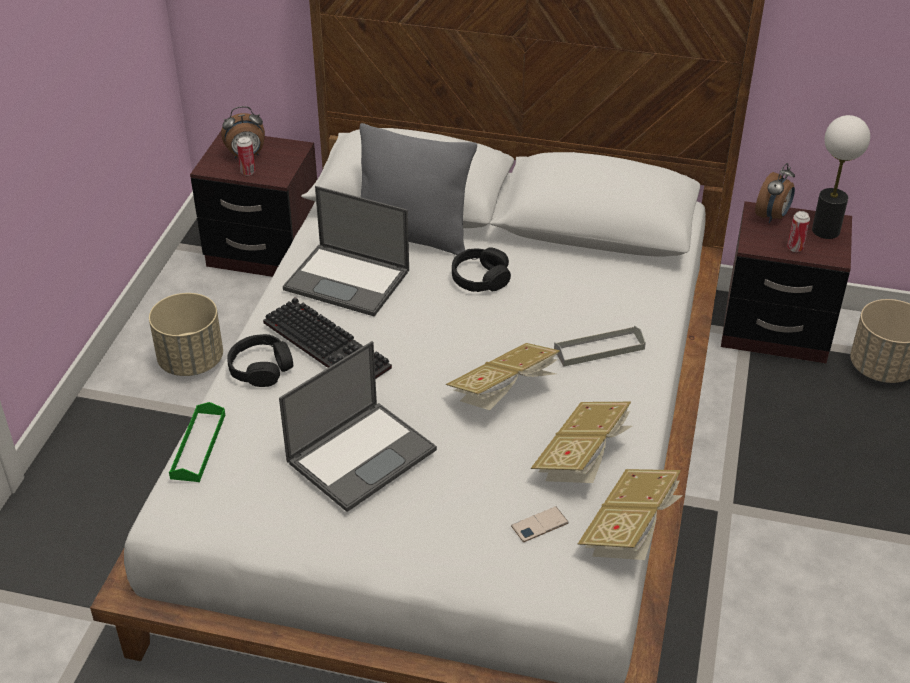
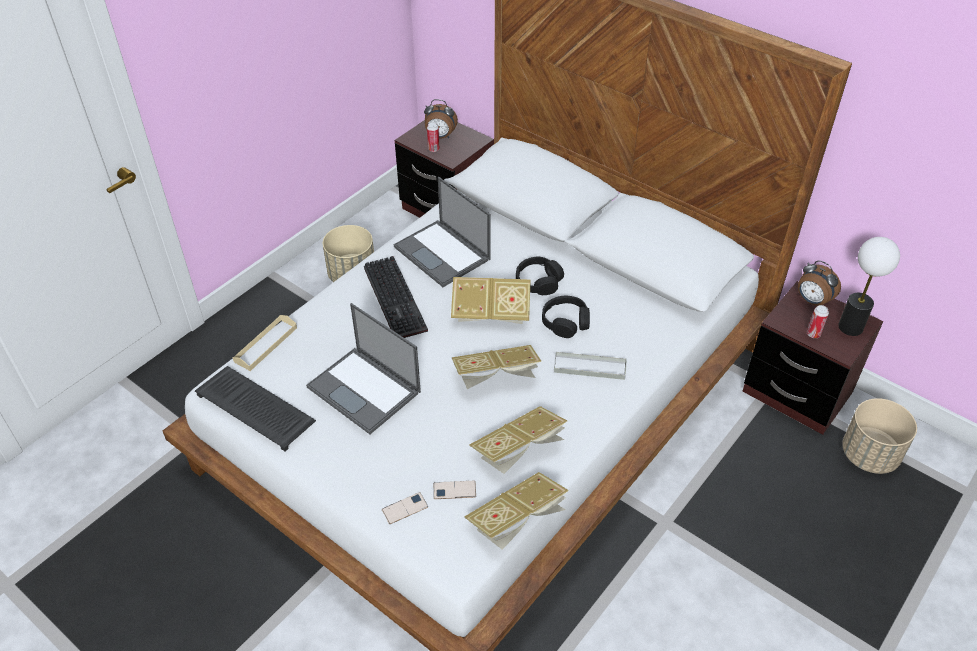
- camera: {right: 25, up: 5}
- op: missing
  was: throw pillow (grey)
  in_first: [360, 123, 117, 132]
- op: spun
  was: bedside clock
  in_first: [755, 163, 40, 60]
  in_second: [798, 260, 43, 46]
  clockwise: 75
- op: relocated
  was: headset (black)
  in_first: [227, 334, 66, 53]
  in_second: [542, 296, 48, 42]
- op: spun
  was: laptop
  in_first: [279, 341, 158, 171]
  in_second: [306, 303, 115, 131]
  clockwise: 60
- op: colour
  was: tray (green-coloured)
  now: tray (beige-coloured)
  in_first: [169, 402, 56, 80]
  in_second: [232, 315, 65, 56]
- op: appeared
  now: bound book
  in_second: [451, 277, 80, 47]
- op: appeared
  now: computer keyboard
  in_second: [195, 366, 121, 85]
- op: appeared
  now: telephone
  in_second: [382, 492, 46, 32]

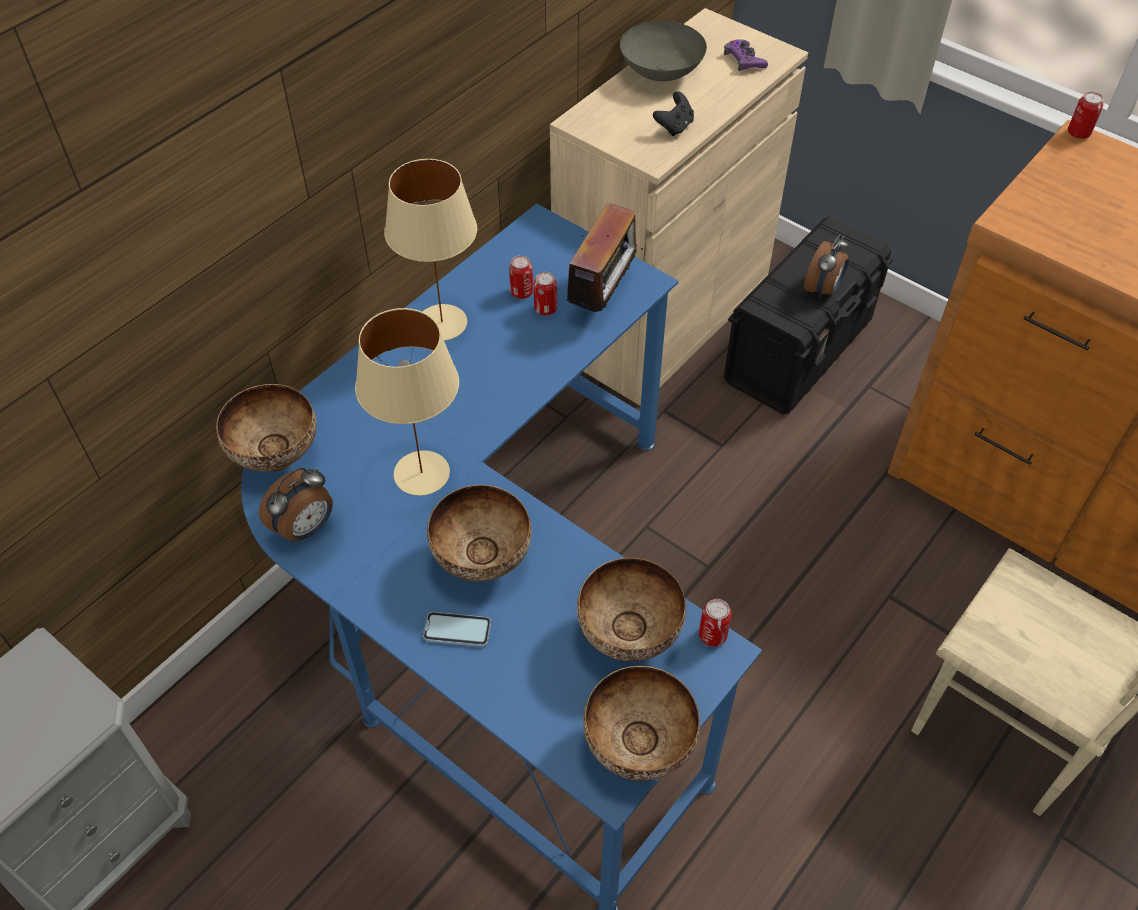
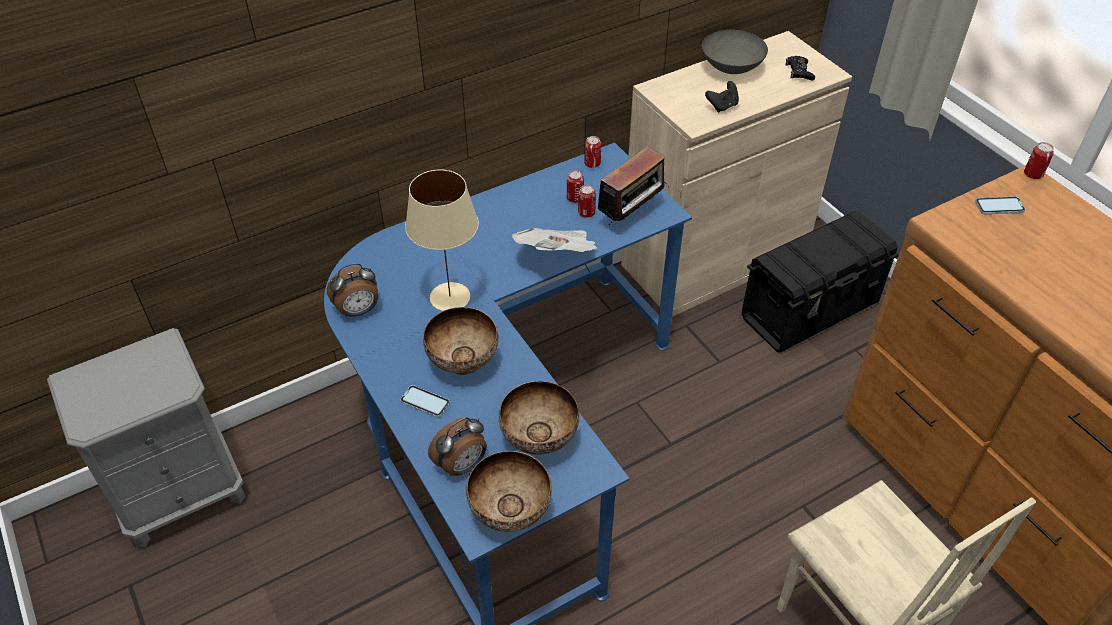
- camera: {right: 20, up: -5}
- op: colour
  was: gamepad (purple)
  now: gamepad (black)
  in_first: [724, 39, 44, 32]
  in_second: [785, 56, 30, 25]
- op: missing
  was: table lamp (beige-coloured)
  in_first: [384, 159, 93, 182]
- op: relocated
  was: bedside clock
  in_first: [804, 234, 45, 64]
  in_second: [428, 417, 59, 59]
- op: missing
  was: bowl
  in_first: [216, 384, 101, 87]
- op: relocated
  was: sealed can
  in_first: [699, 599, 33, 48]
  in_second: [584, 136, 17, 32]
- op: appeared
  now: telephone
  in_second: [975, 196, 50, 18]
- op: appeared
  now: daily paper
  in_second: [512, 228, 86, 24]

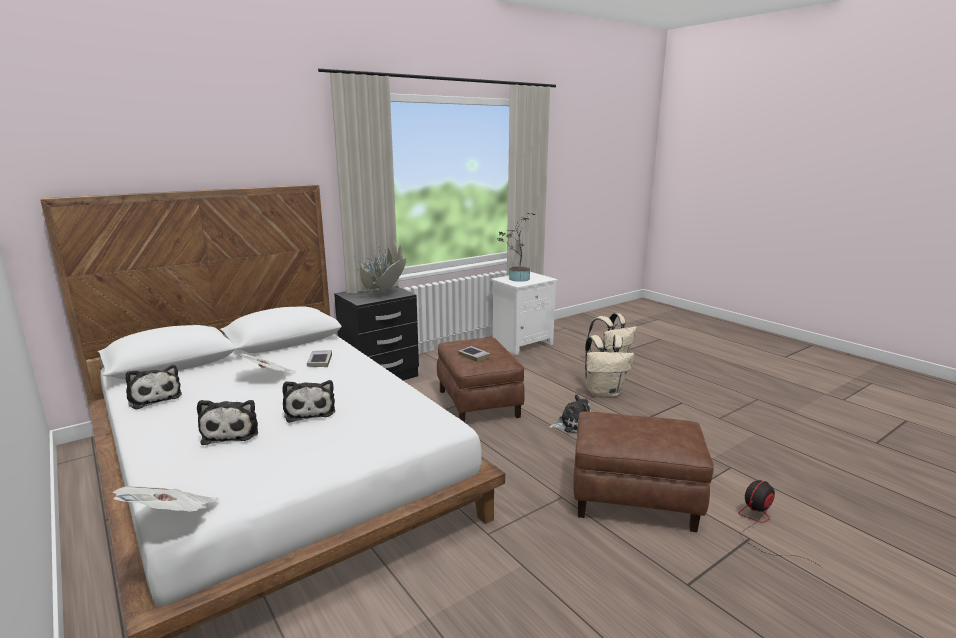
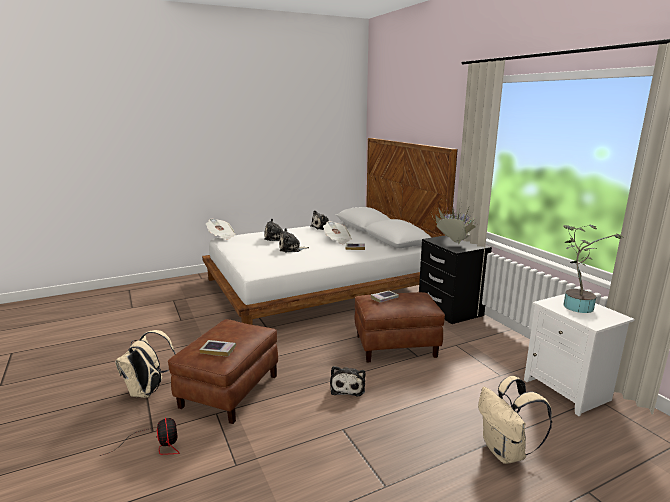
- camera: {right: 100, up: 0}
- op: relocated
  was: backpack (beige-coloured)
  in_first: [585, 335, 49, 62]
  in_second: [115, 330, 61, 68]
- op: appeared
  now: bound book
  in_second: [200, 340, 36, 17]

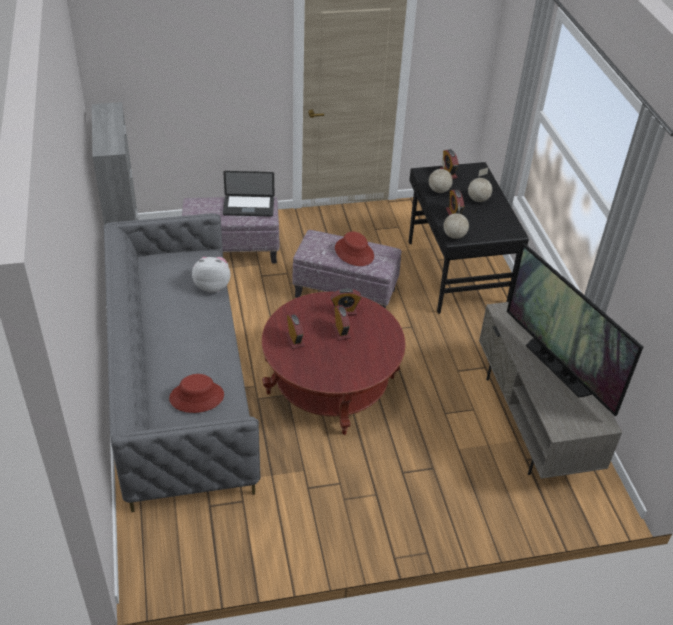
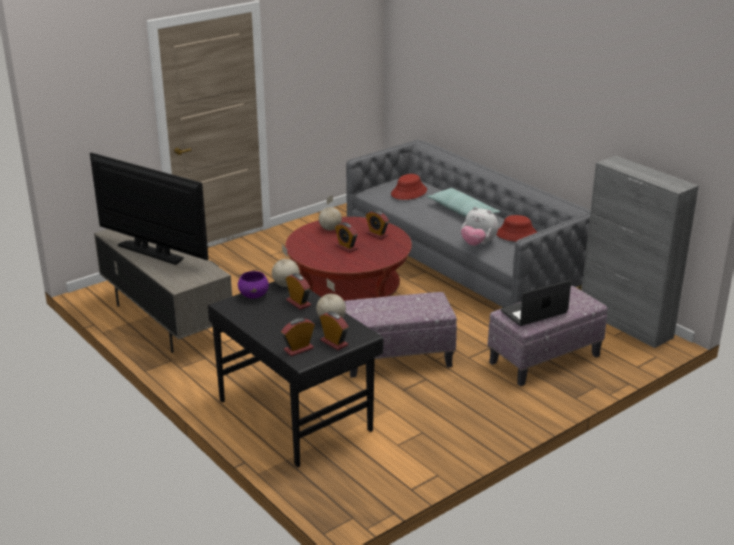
- camera: {right: 155, up: -15}
- op: relocated
  was: globe
  in_first: [468, 168, 24, 34]
  in_second: [319, 195, 23, 36]
- op: relocated
  was: hat (red)
  in_first: [335, 232, 39, 34]
  in_second: [496, 215, 41, 27]
- op: spun
  was: plush toy
  in_first: [192, 257, 39, 35]
  in_second: [461, 207, 37, 39]
  clockwise: 60
- op: relocated
  was: bedside clock
  in_first: [331, 288, 30, 28]
  in_second: [281, 318, 34, 38]
- op: appeared
  now: throw pillow
  in_second: [427, 188, 73, 29]
- op: appeared
  now: bowl (purple)
  in_second: [238, 271, 31, 28]

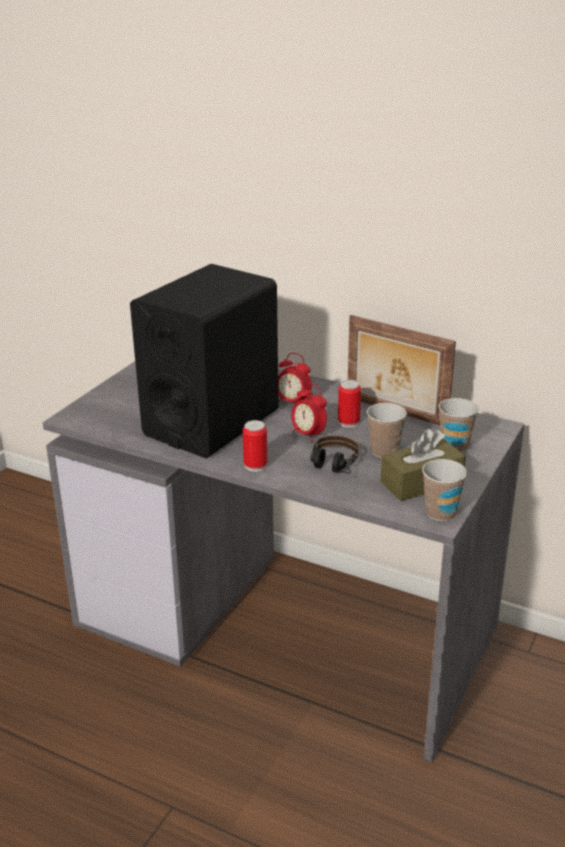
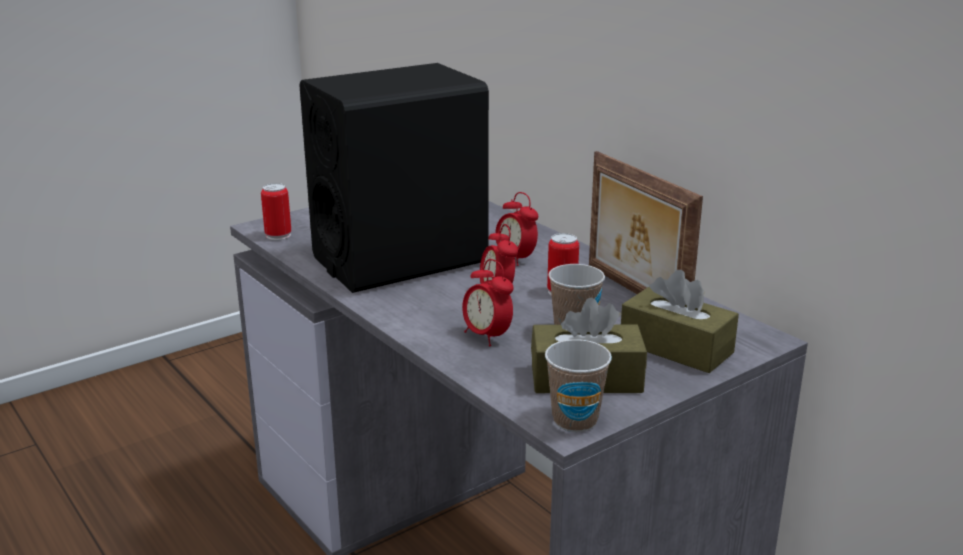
- camera: {right: 25, up: -5}
- op: exchanged
  was: drinking cup
  now: box of tissues (brown-coloured)
  in_first: [439, 398, 40, 55]
  in_second: [621, 270, 118, 103]
- op: relocated
  was: sealed can
  in_first: [243, 420, 24, 52]
  in_second: [261, 183, 30, 57]
- op: exchanged
  was: headset
  now: bedside clock
  in_first: [310, 436, 49, 38]
  in_second: [462, 259, 52, 87]

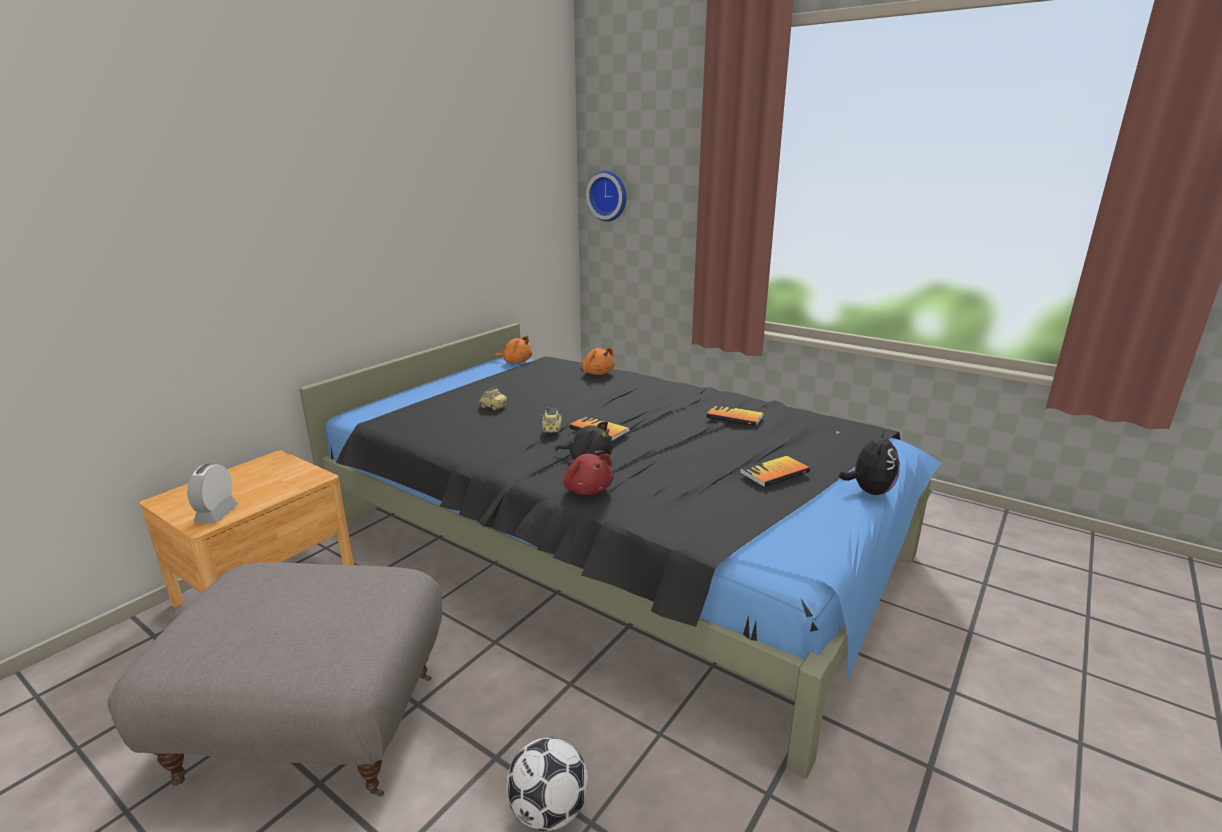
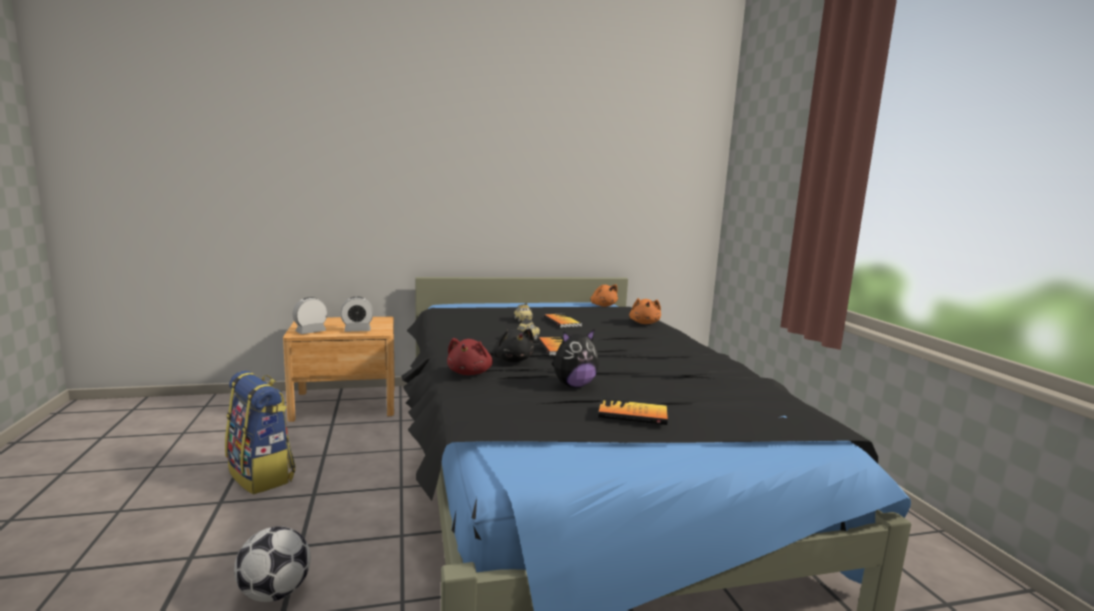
- camera: {right: 40, up: -10}
- op: missing
  was: clock on the wall
  in_first: [586, 170, 41, 52]
- op: relocated
  was: bound book
  in_first: [706, 404, 58, 22]
  in_second: [544, 313, 38, 15]
- op: relocated
  was: plush toy
  in_first: [839, 430, 61, 65]
  in_second: [551, 329, 48, 59]
- op: exchanged
  was: ottoman (grey)
  now: backpack
  in_first: [108, 562, 334, 235]
  in_second: [225, 371, 71, 124]
- op: appeared
  now: bedside clock
  in_second: [340, 297, 33, 35]

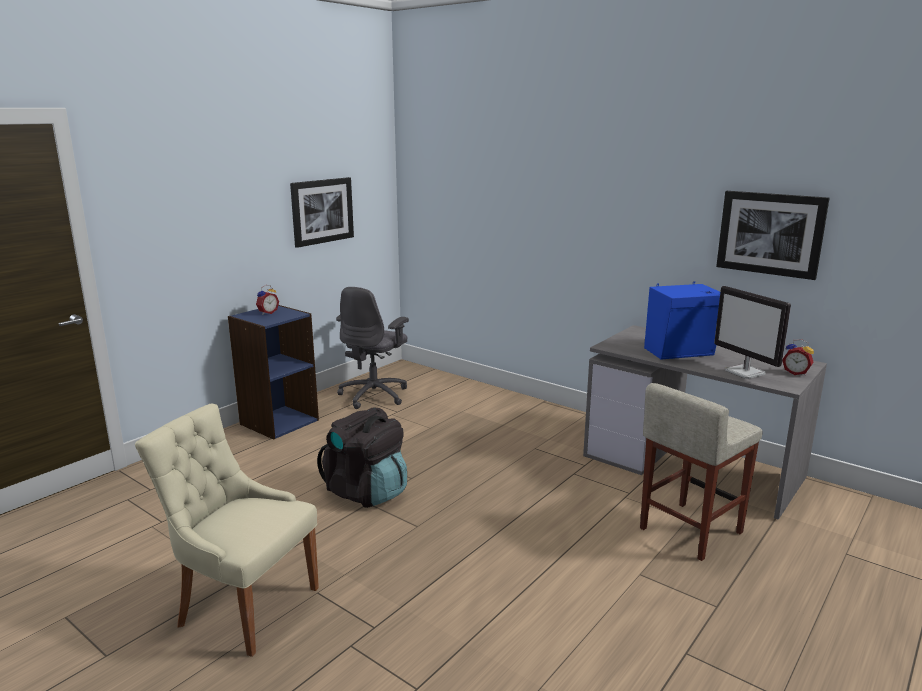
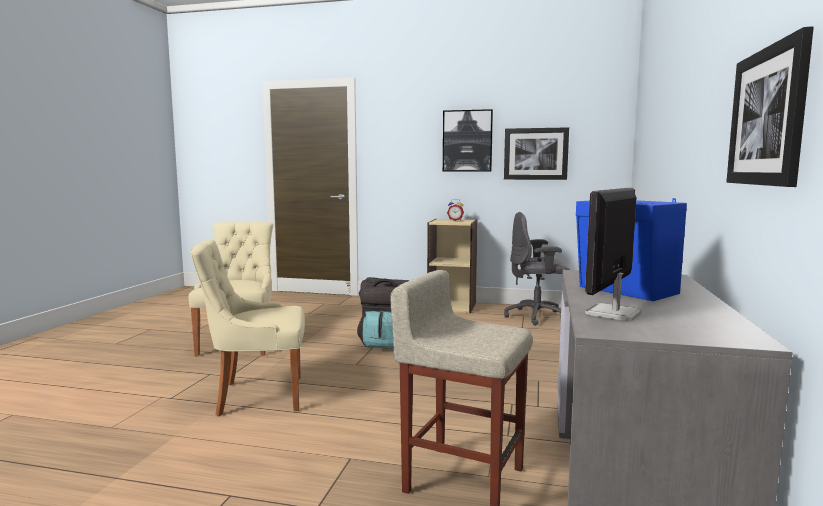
- camera: {right: 65, up: -10}
- op: colour
  was: shelving unit (blue-coloured)
  now: shelving unit (beige-coloured)
  in_first: [228, 305, 91, 135]
  in_second: [427, 219, 51, 94]
- op: missing
  was: bedside clock
  in_first: [782, 339, 32, 37]
- op: appeared
  now: picture
  in_second: [443, 109, 50, 62]
- op: appeared
  now: chair (beige-coloured)
  in_second: [190, 240, 115, 176]

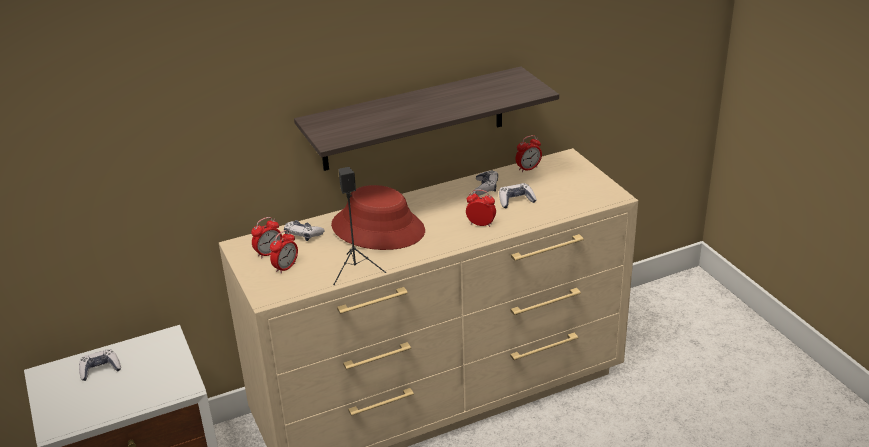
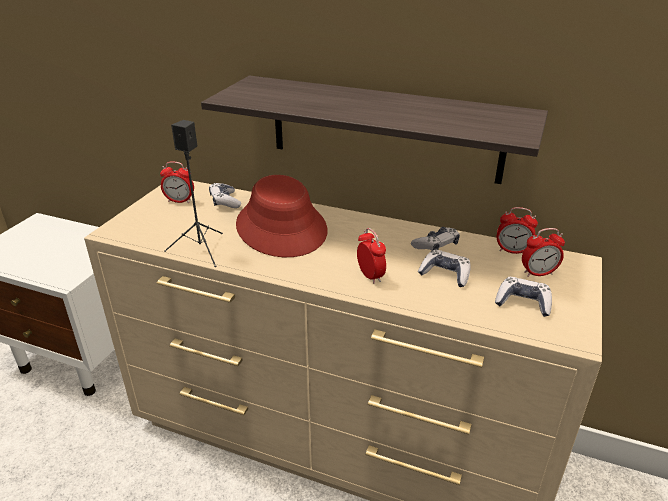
- camera: {right: 45, up: 0}
- op: relocated
  was: bedside clock
  in_first: [270, 230, 28, 44]
  in_second: [522, 228, 43, 49]
- op: relocated
  was: gamepad
  in_first: [79, 349, 42, 32]
  in_second: [495, 277, 57, 40]

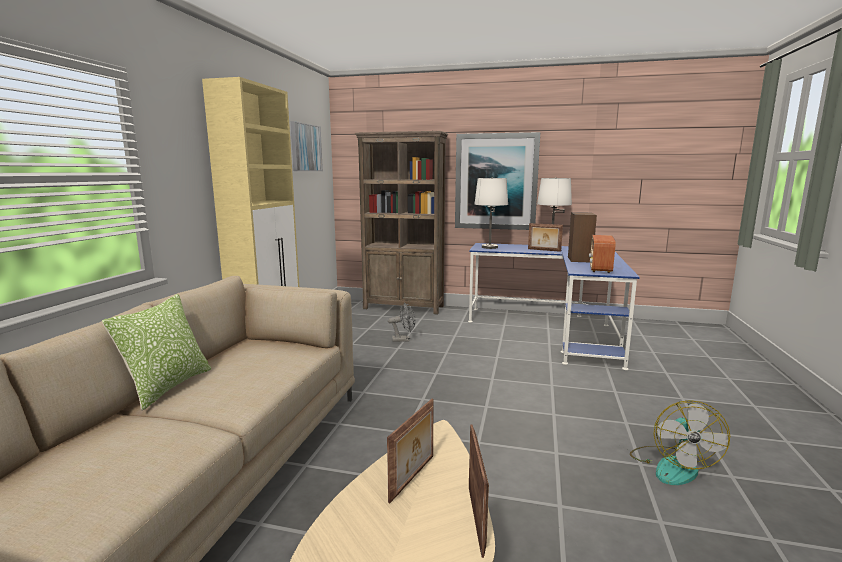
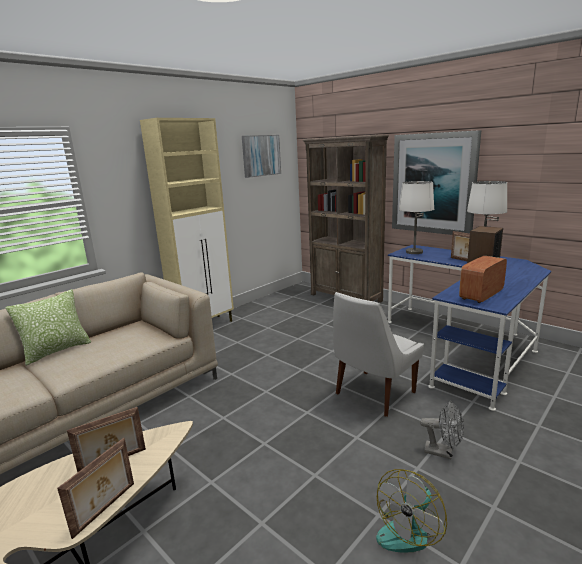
- camera: {right: 30, up: 5}
- op: relocated
  was: fan (grey)
  in_first: [388, 303, 27, 39]
  in_second: [420, 401, 44, 58]
- op: appeared
  now: chair (whitish)
  in_second: [333, 292, 91, 125]

